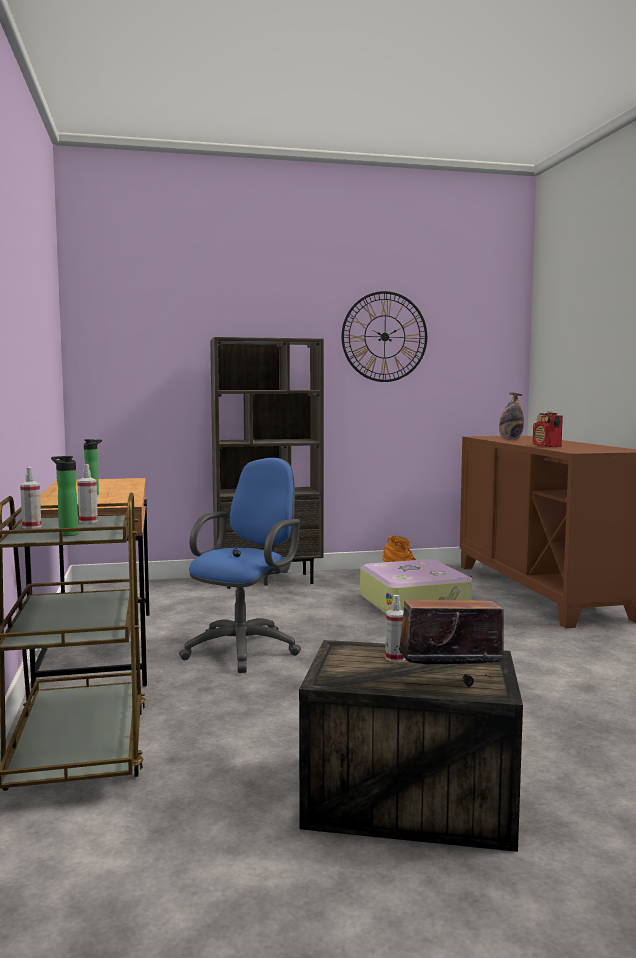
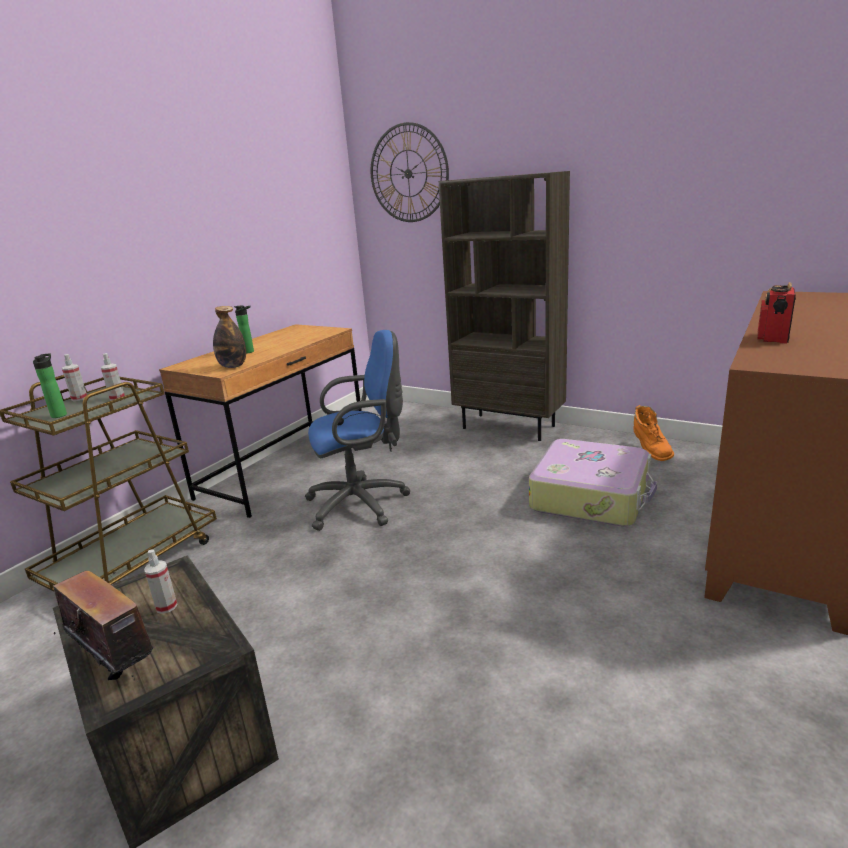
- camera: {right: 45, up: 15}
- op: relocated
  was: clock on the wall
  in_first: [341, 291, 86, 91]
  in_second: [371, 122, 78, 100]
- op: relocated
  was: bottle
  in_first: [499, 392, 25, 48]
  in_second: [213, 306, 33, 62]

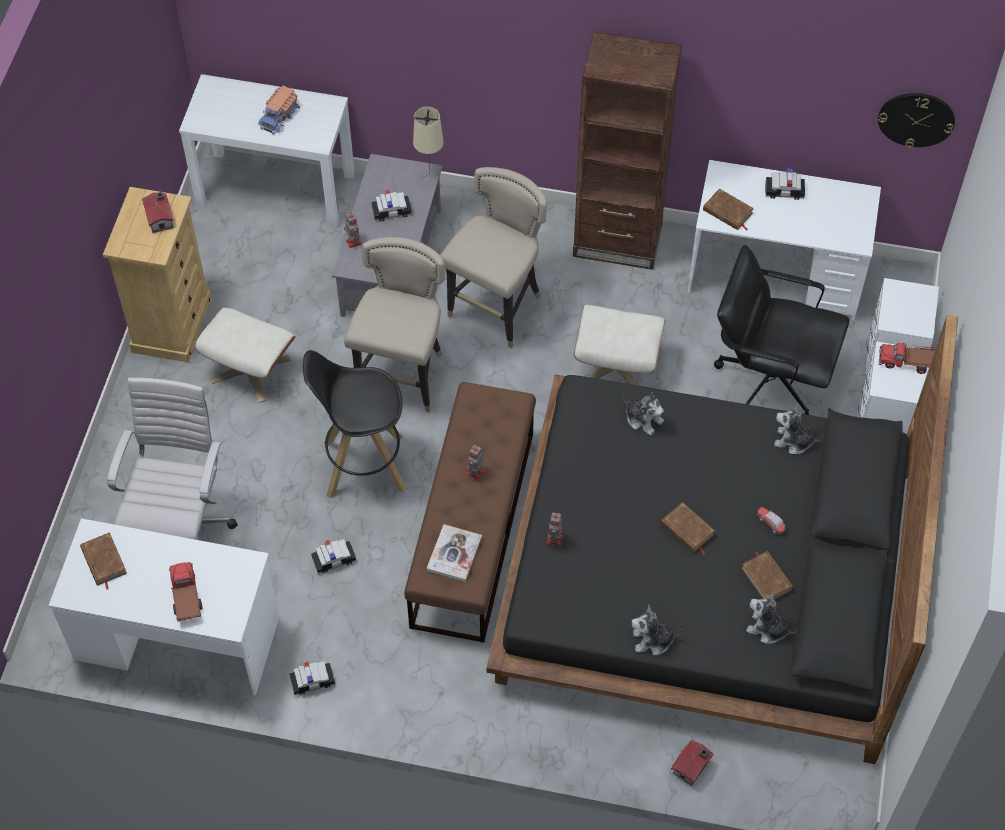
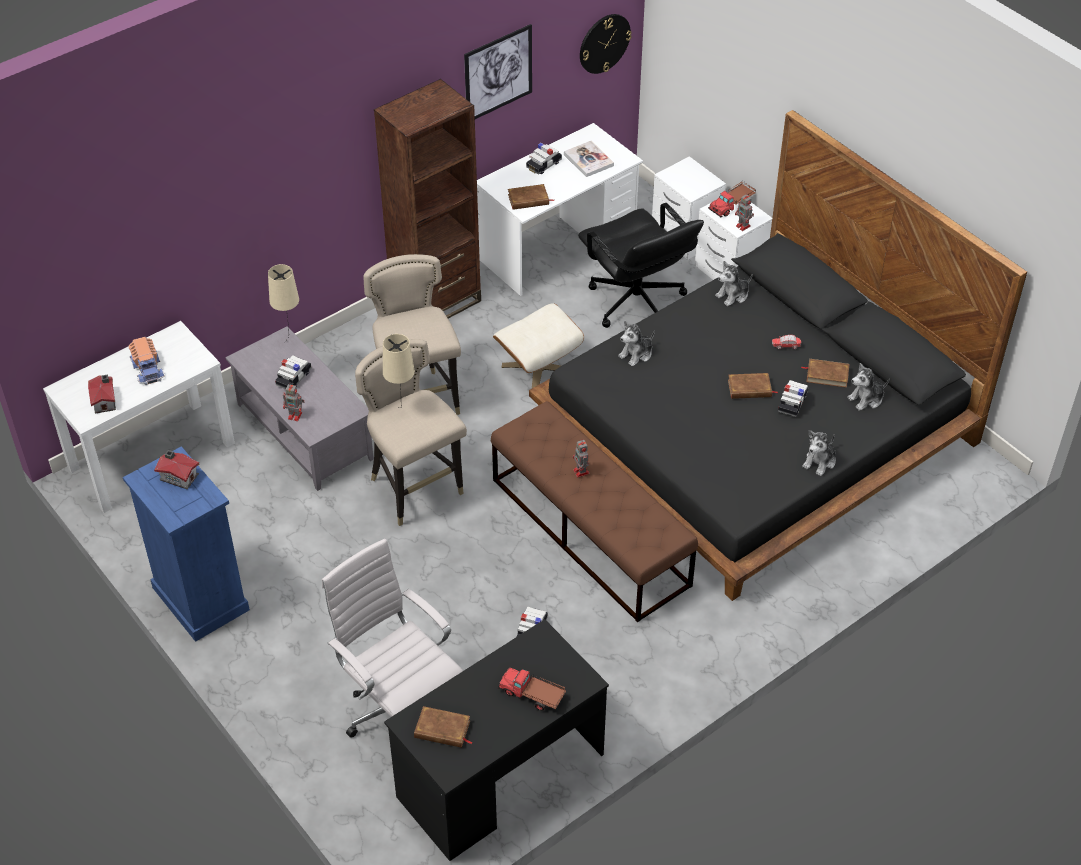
- camera: {right: -50, up: -10}
- op: colour
  was: drawer chest (beige-coloured)
  now: drawer chest (blue-coloured)
  in_first: [103, 187, 109, 176]
  in_second: [123, 446, 127, 196]
- op: spun
  was: desk chair (black)
  in_first: [714, 245, 136, 170]
  in_second: [578, 203, 126, 125]
  clockwise: -90
- op: missing
  was: ottoman (beige-coloured)
  in_first: [195, 308, 100, 95]
- op: missing
  was: stool (black)
  in_first: [303, 350, 104, 149]
- op: spun
  was: plush toy
  in_first: [623, 393, 41, 43]
  in_second: [618, 321, 37, 45]
  clockwise: 150
- op: relocated
  was: robot figure
  in_first: [547, 513, 16, 33]
  in_second: [735, 193, 19, 38]
- op: colour
  was: desk (whitish)
  now: desk (black)
  in_first: [48, 518, 231, 178]
  in_second: [384, 619, 225, 242]
- op: relocated
  was: bound book
  in_first: [427, 524, 55, 58]
  in_second: [564, 141, 50, 36]
- op: relocated
  was: toy car
  in_first: [289, 661, 46, 34]
  in_second: [778, 380, 30, 37]
- op: relocated
  was: model house
  in_first: [671, 740, 42, 46]
  in_second: [88, 374, 28, 40]
- op: appeared
  now: picture
  in_second: [464, 24, 68, 95]
- op: appeared
  now: table lamp (beige-coloured)
  in_second: [383, 334, 32, 74]

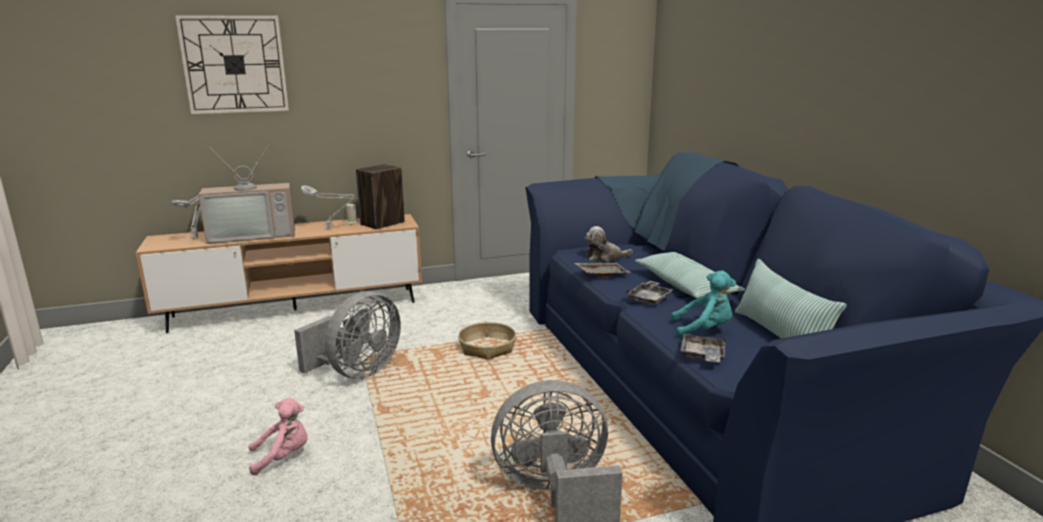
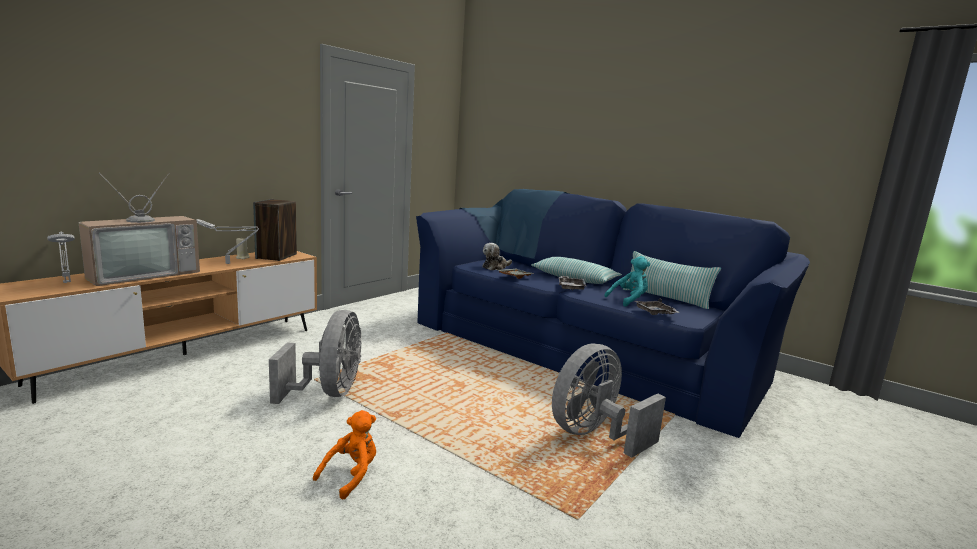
- camera: {right: -35, up: -5}
- op: missing
  was: clock on the wall
  in_first: [175, 15, 114, 99]
- op: missing
  was: basket
  in_first: [458, 322, 58, 38]
- op: colour
  was: plush toy (pinkish)
  now: plush toy (orangey)
  in_first: [249, 398, 59, 78]
  in_second: [313, 410, 63, 89]

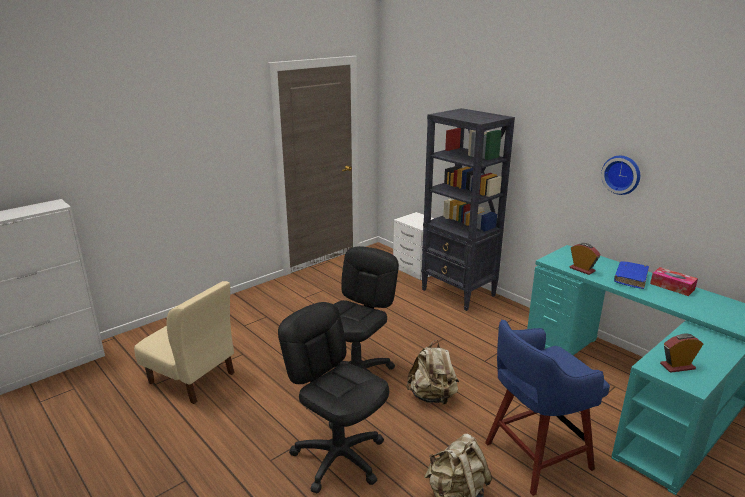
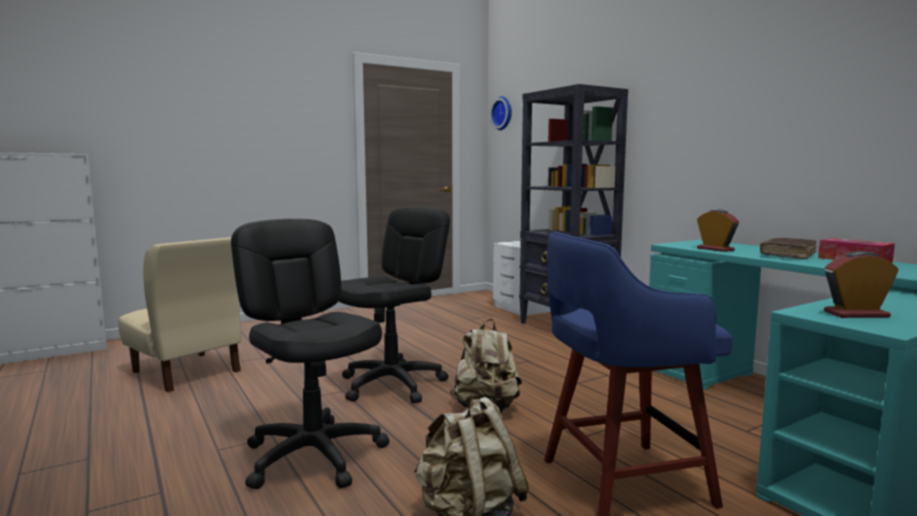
- camera: {right: 10, up: -15}
- op: relocated
  was: clock on the wall
  in_first: [601, 156, 39, 39]
  in_second: [490, 96, 22, 34]
- op: colour
  was: bound book (blue-coloured)
  now: bound book (brown-coloured)
  in_first: [614, 262, 35, 27]
  in_second: [760, 238, 56, 21]

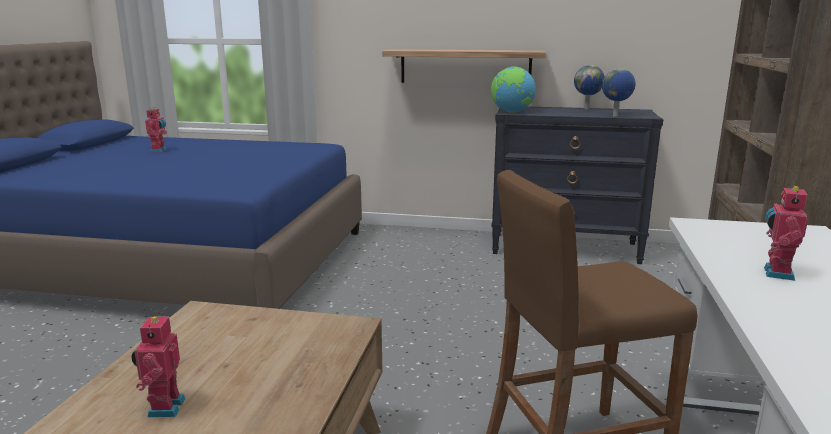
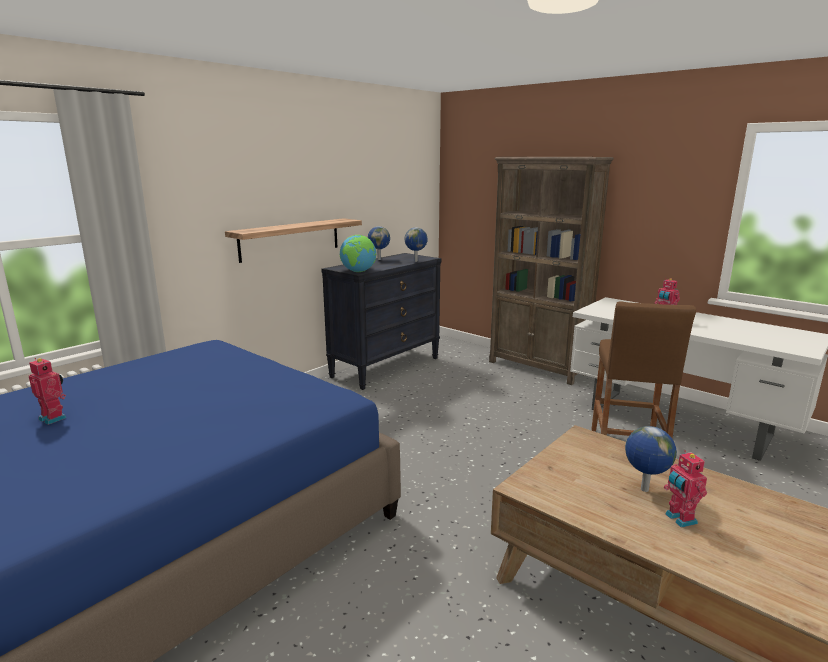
- camera: {right: -60, up: 0}
- op: spun
  was: robot figure
  in_first: [131, 312, 55, 105]
  in_second: [664, 450, 43, 78]
  clockwise: 45
- op: appeared
  now: globe
  in_second: [625, 426, 52, 66]

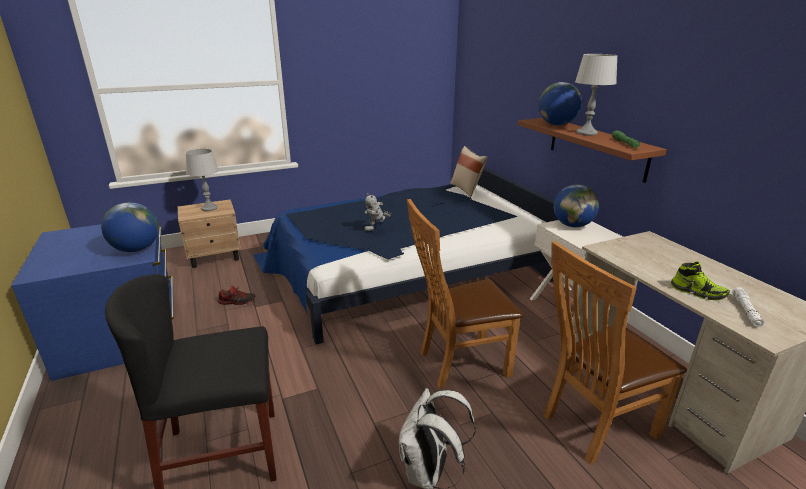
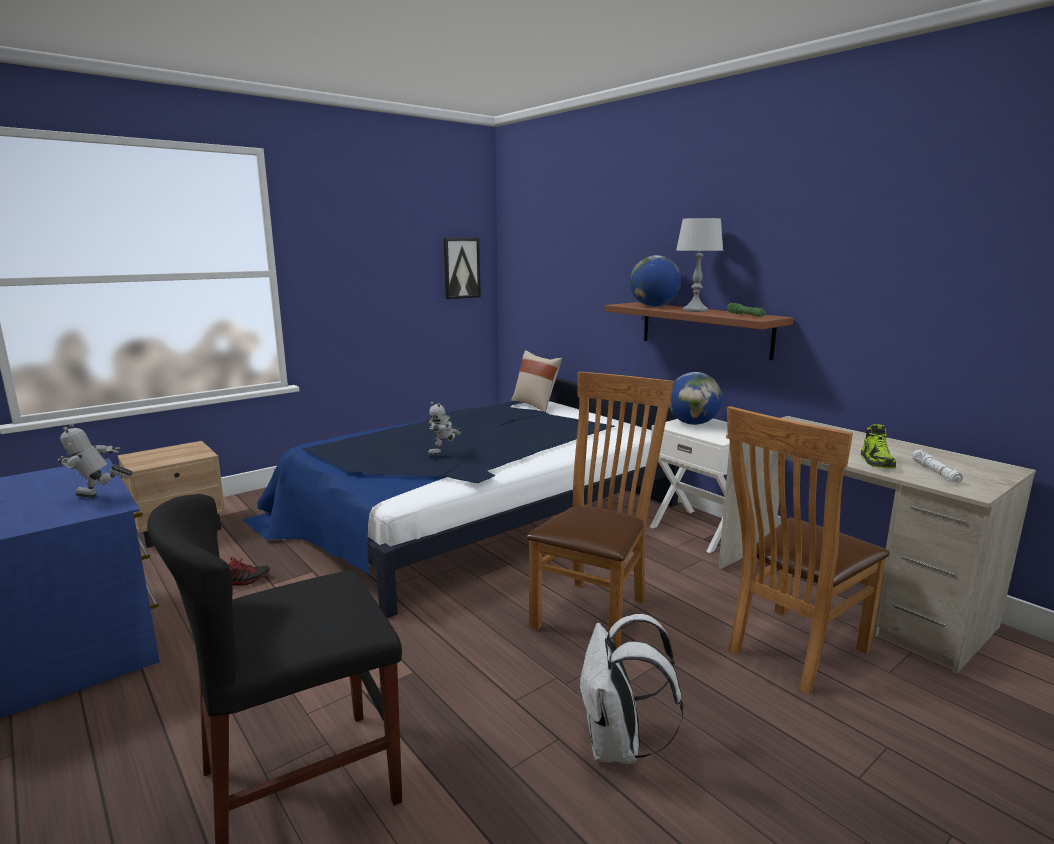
- camera: {right: -15, up: -10}
- op: missing
  was: table lamp (grey)
  in_first: [185, 149, 34, 62]
- op: spun
  was: chair (brown-coloured)
  in_first: [407, 199, 116, 190]
  in_second: [526, 372, 148, 276]
  clockwise: 150
- op: exchanged
  was: globe
  now: robot figure
  in_first: [101, 202, 58, 50]
  in_second: [58, 423, 75, 75]
- op: spun
  was: shoe
  in_first: [671, 262, 59, 38]
  in_second: [861, 424, 35, 45]
  clockwise: 75
- op: appeared
  now: picture
  in_second: [444, 238, 37, 61]

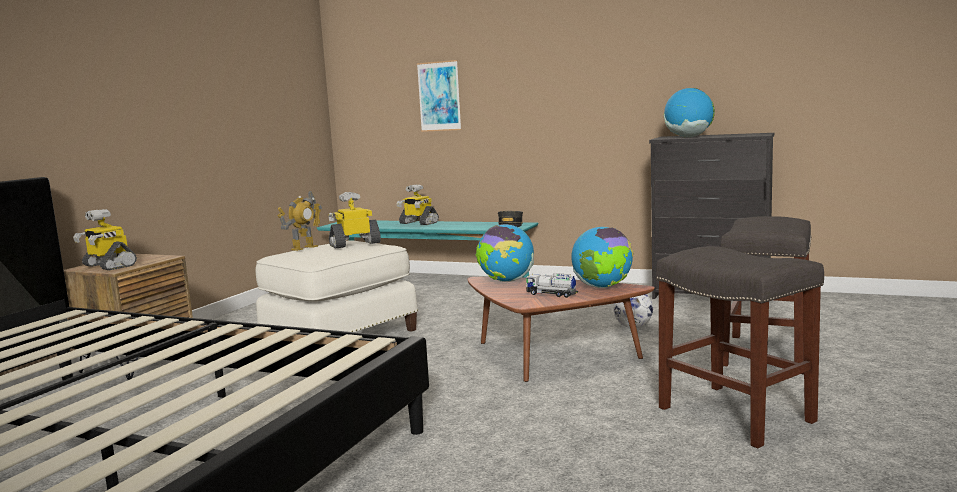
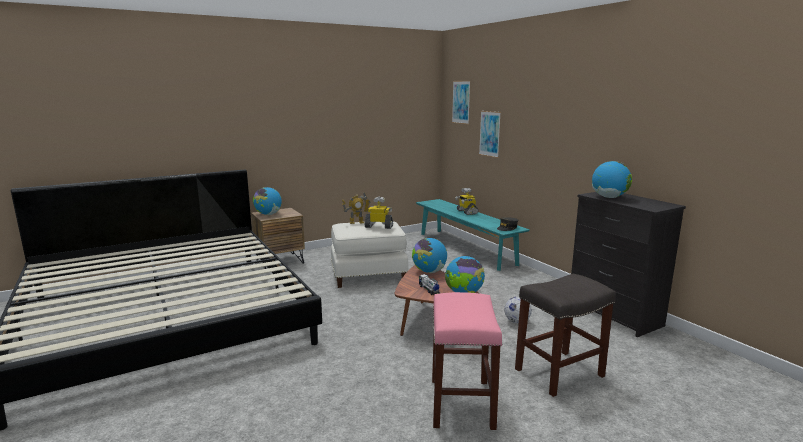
- camera: {right: 35, up: 5}
- op: exchanged
  was: robot figure
  now: globe
  in_first: [73, 209, 64, 61]
  in_second: [253, 187, 29, 28]
- op: colour
  was: stool (grey)
  now: stool (pinkish)
  in_first: [656, 246, 168, 202]
  in_second: [432, 292, 70, 138]
- op: appeared
  now: picture
  in_second: [452, 81, 19, 43]

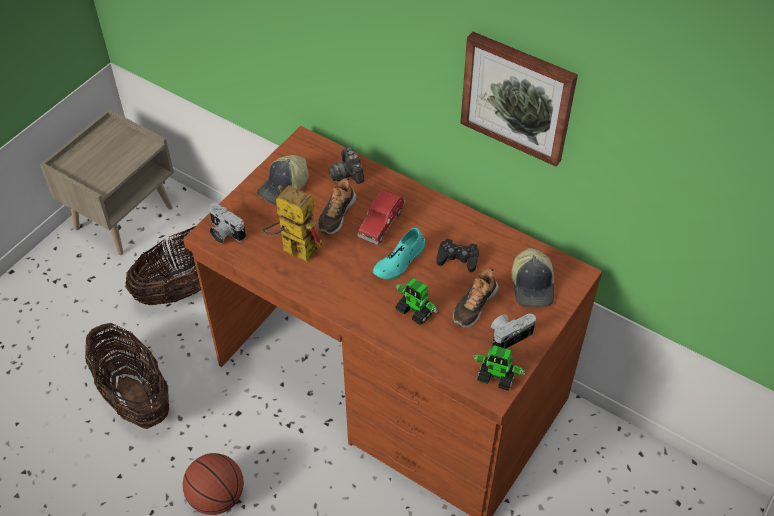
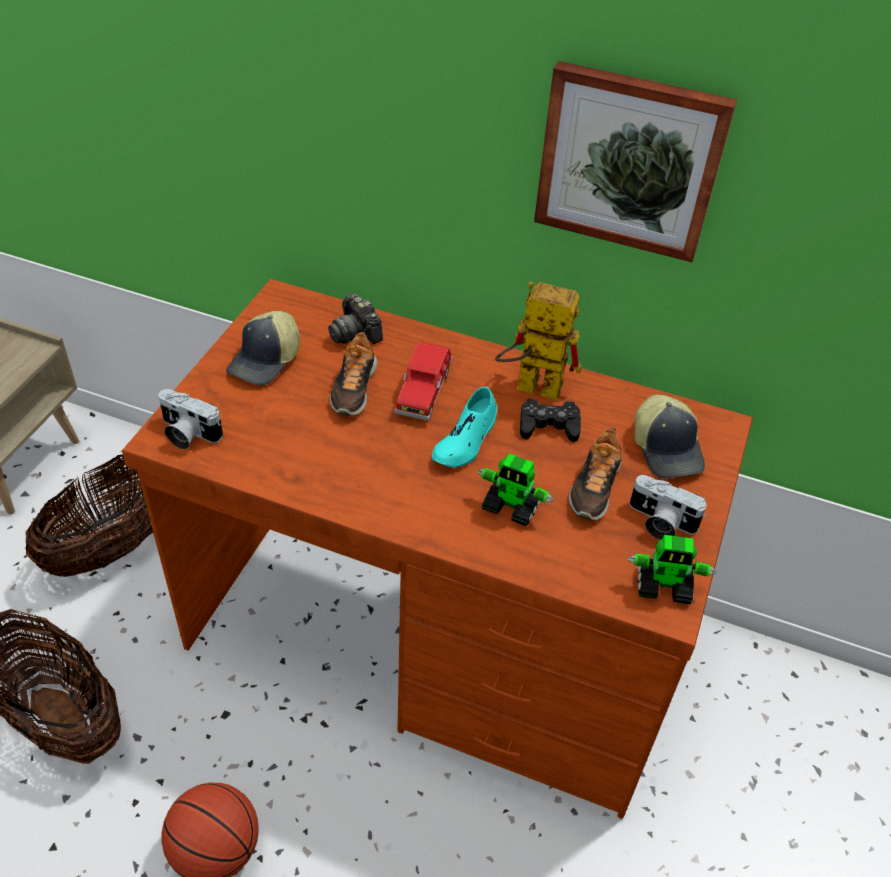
- camera: {right: -15, up: -5}
- op: relocated
  was: robot figure
  in_first: [262, 185, 62, 78]
  in_second: [495, 282, 86, 118]
- op: spun
  was: still camera
  in_first: [491, 314, 45, 35]
  in_second: [630, 475, 77, 65]
  clockwise: -105

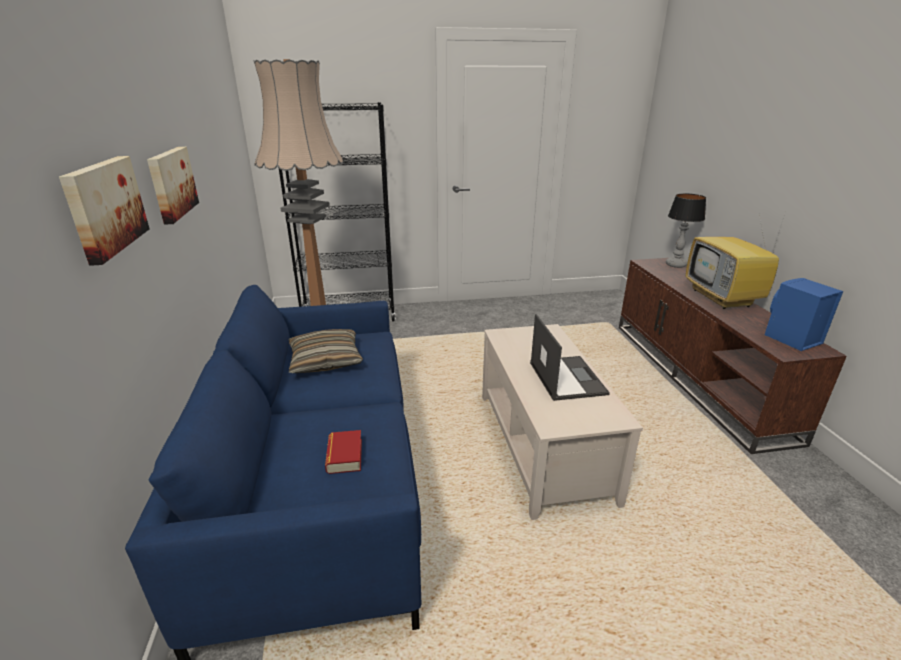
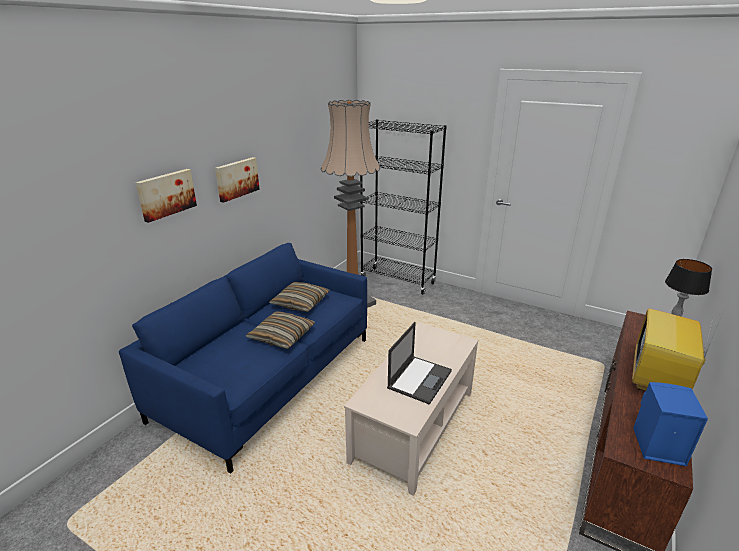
- camera: {right: 40, up: 0}
- op: missing
  was: bound book
  in_first: [325, 430, 37, 44]
- op: appeared
  now: throw pillow
  in_second: [246, 311, 69, 38]

